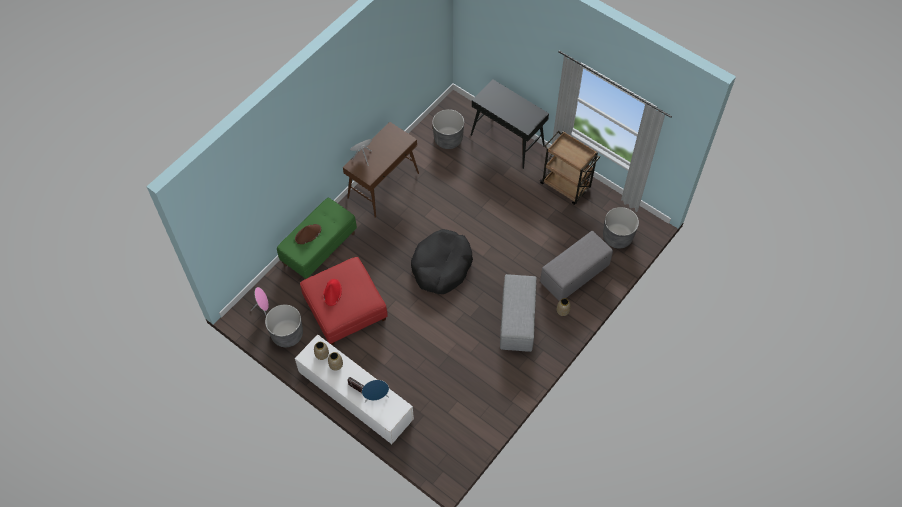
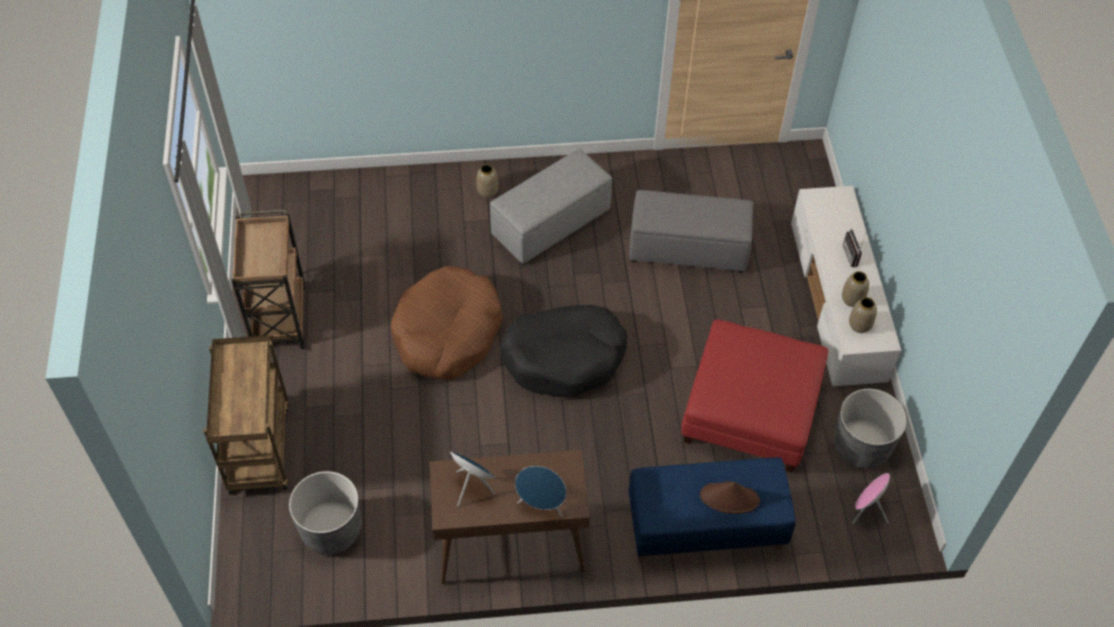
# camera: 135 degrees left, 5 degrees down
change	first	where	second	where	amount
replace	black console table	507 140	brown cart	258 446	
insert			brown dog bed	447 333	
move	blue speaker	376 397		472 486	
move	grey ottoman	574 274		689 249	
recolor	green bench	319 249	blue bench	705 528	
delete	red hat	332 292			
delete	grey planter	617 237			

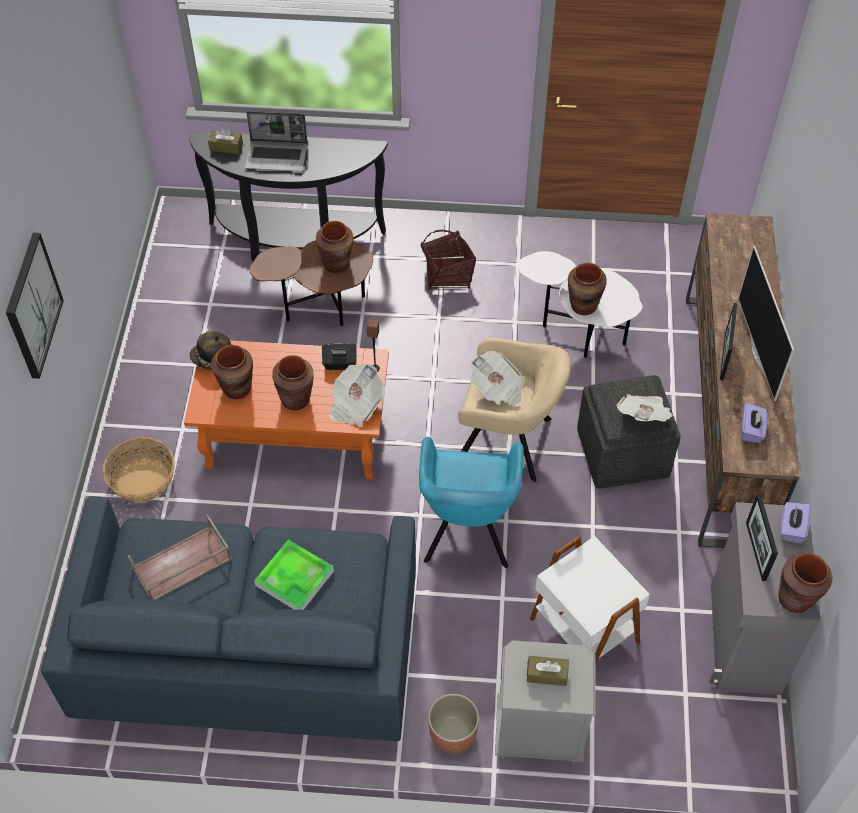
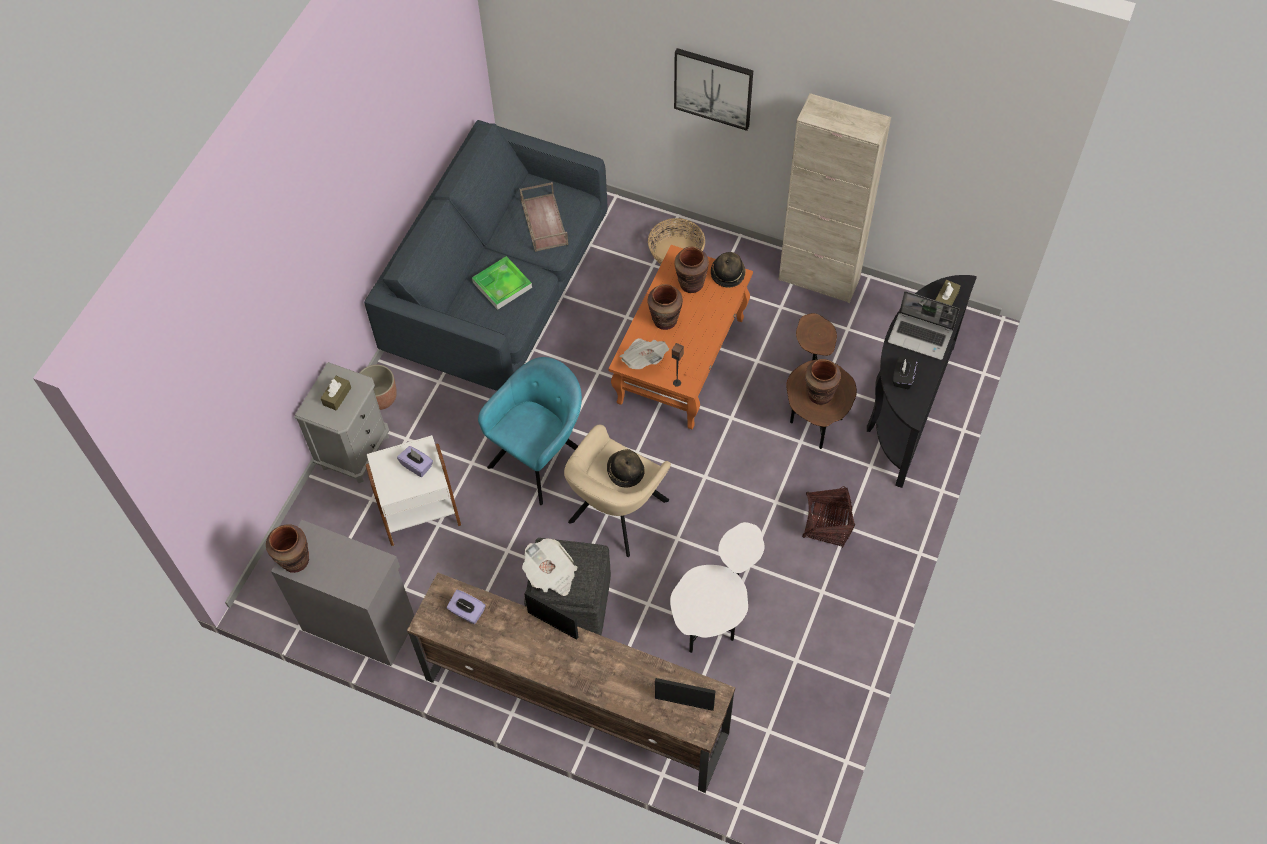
# camera: 110 degrees right, 5 degrees up
change	first	where	second	where	amount
move	purple tissue box	791 529		417 466	
rotate	turquoise armchair	467 531		540 457	105 degrees clockwise
replace	newspaper	498 389	hat	625 471	
move	picture frame	755 551		684 703	
insert			beige cabinet	819 279	
rotate	laptop	277 156		921 336	90 degrees counterclockwise
move	black tissue box	340 363		903 378	
delete	brown vase	583 306			
delete	television	759 354			

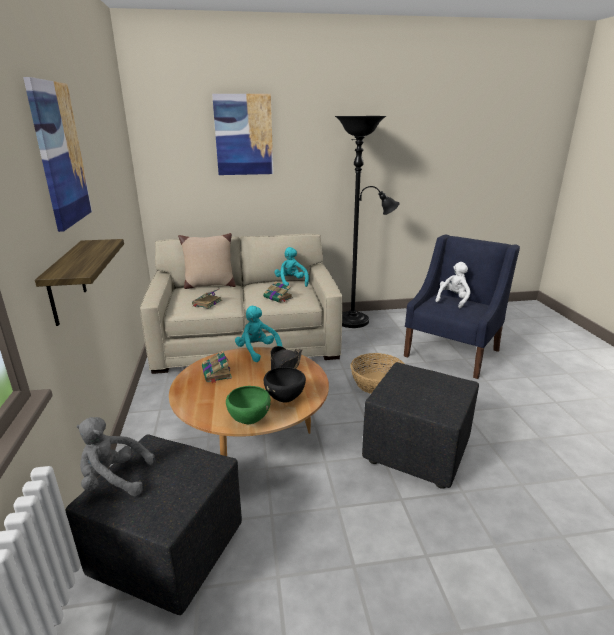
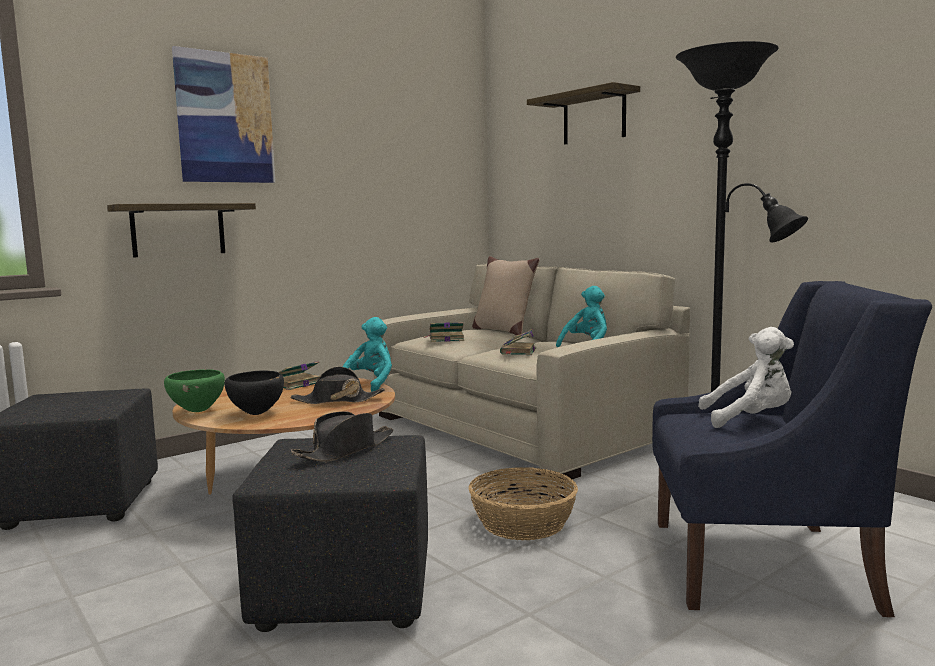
# camera: 60 degrees right, 15 degrees down
change	first	where	second	where	amount
insert			black hat	345 450	
replace	picture	243 135	shelf	594 117	
delete	grey plush toy	114 480			

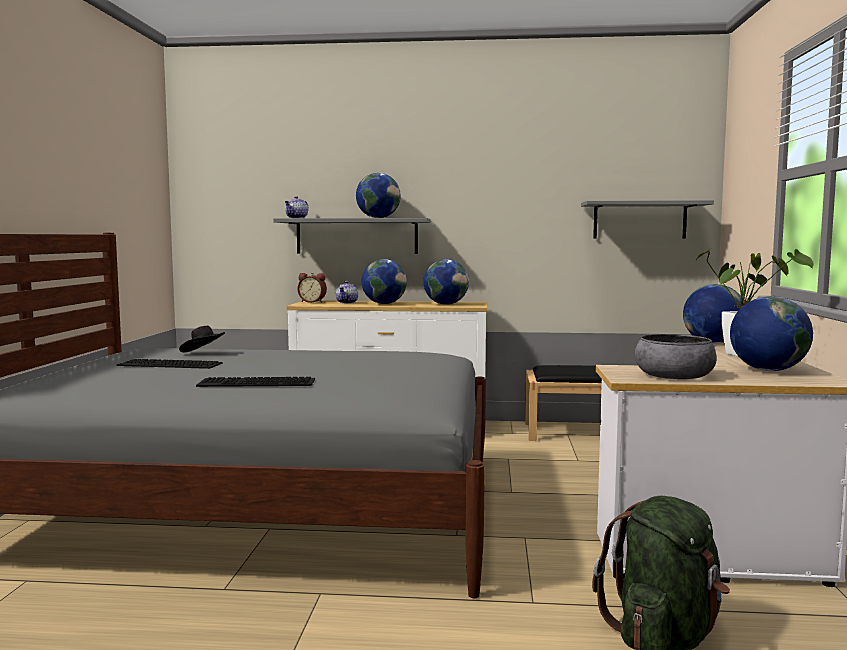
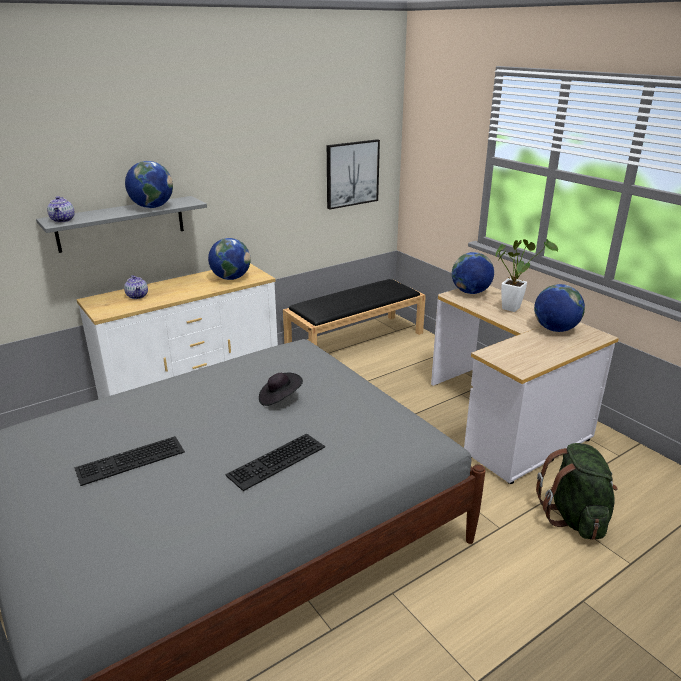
# camera: 40 degrees left, 20 degrees up
change	first	where	second	where	amount
move	black hat	203 353		279 398	
replace	grey shelf	639 220	picture	352 173	
delete	alarm clock	313 302			
delete	globe	384 303			
delete	grey bowl	673 375			

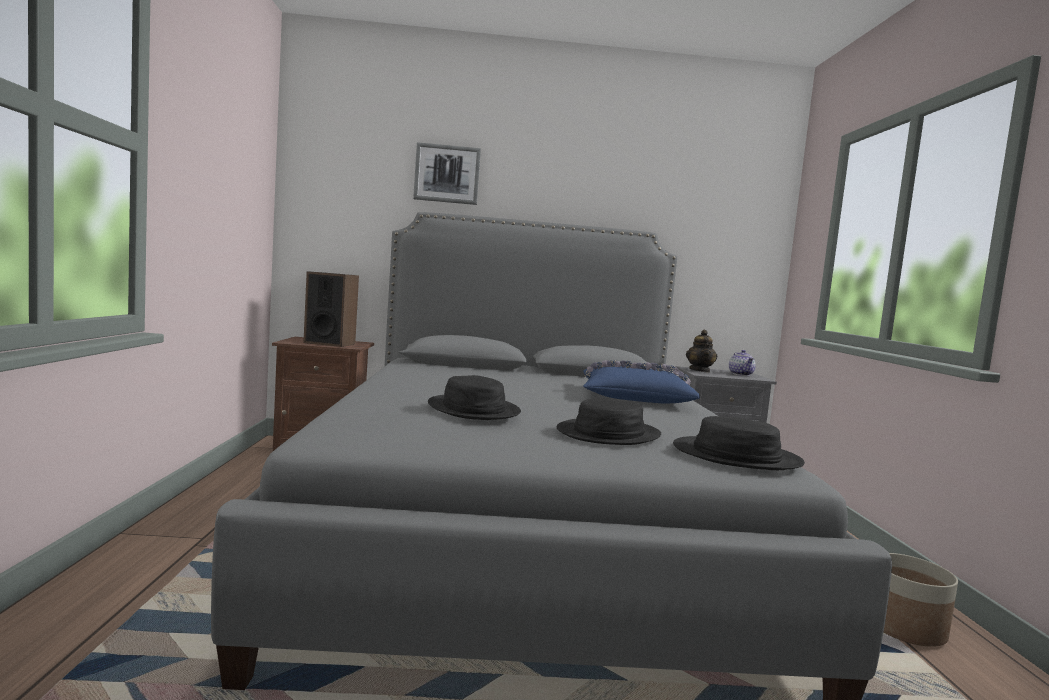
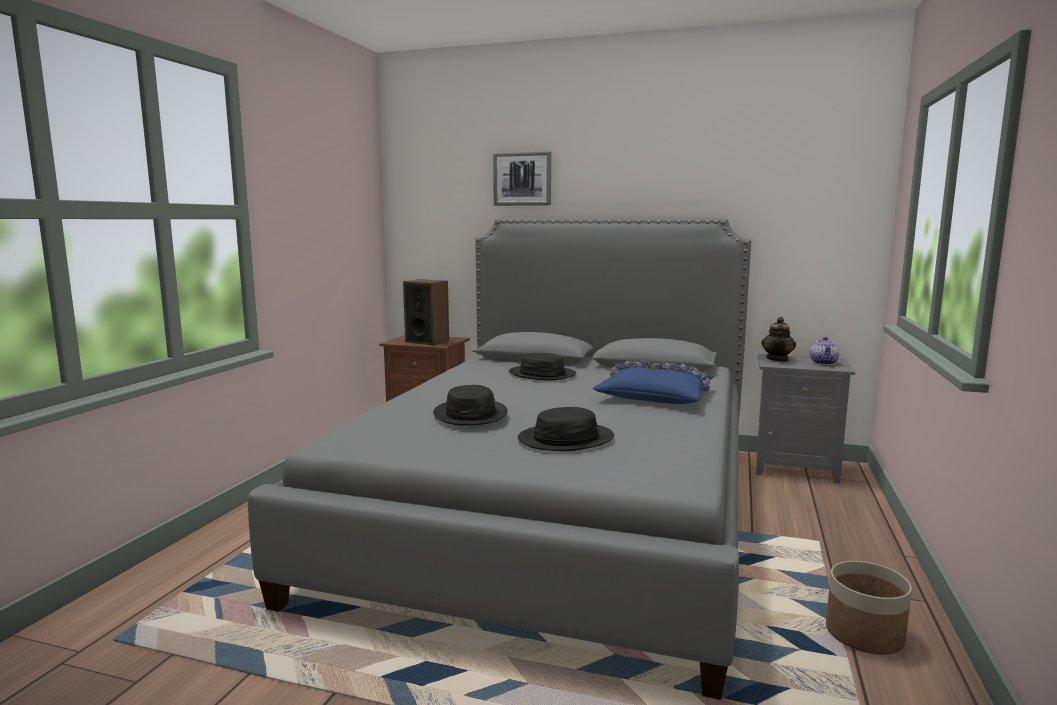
# camera: 20 degrees right, 5 degrees up
change	first	where	second	where	amount
move	black hat	736 456		542 374	

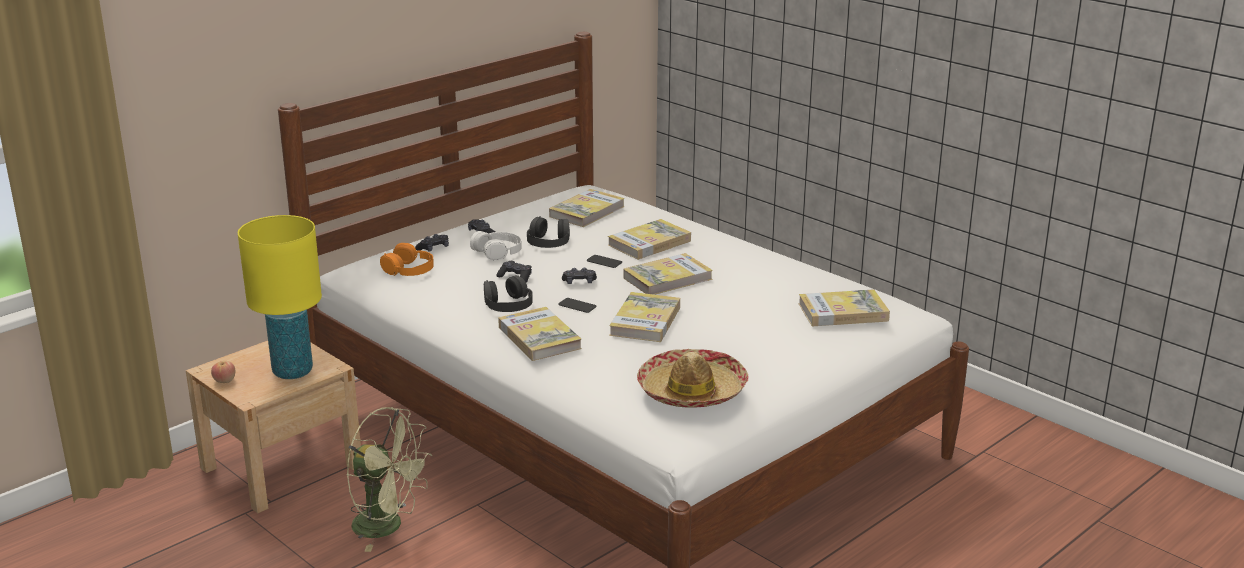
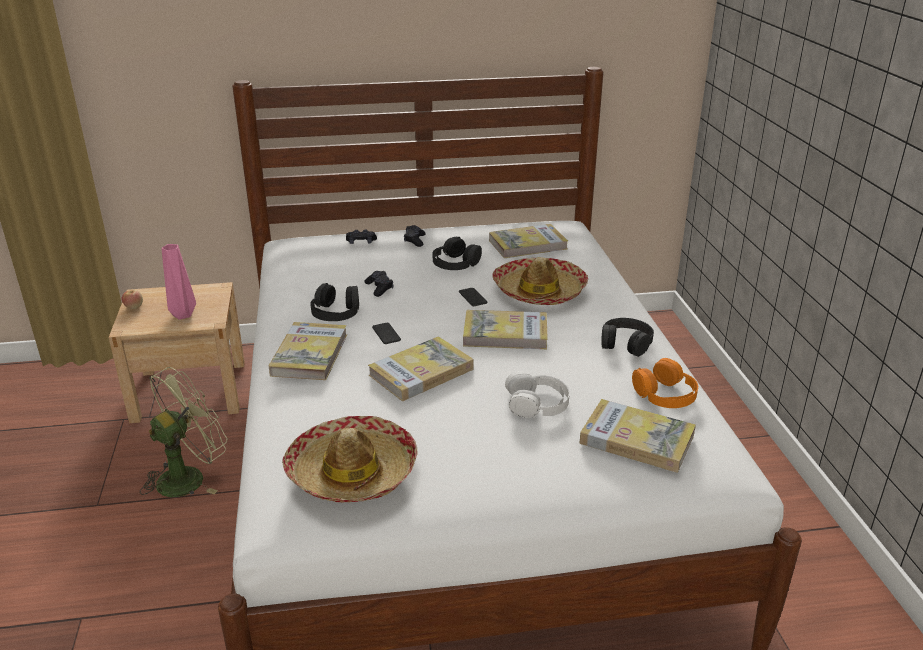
# camera: 35 degrees right, 5 degrees up
change	first	where	second	where	amount
rotate	green fan	388 526		189 476	105 degrees counterclockwise
replace	yellow table lamp	292 371	pink vase	183 315	
replace	book	649 243	hat	539 291	
move	white headphones	498 251		537 403	
insert			black headphones	625 343	
move	orange headphones	409 269		665 394	
delete	black game controller	579 282			

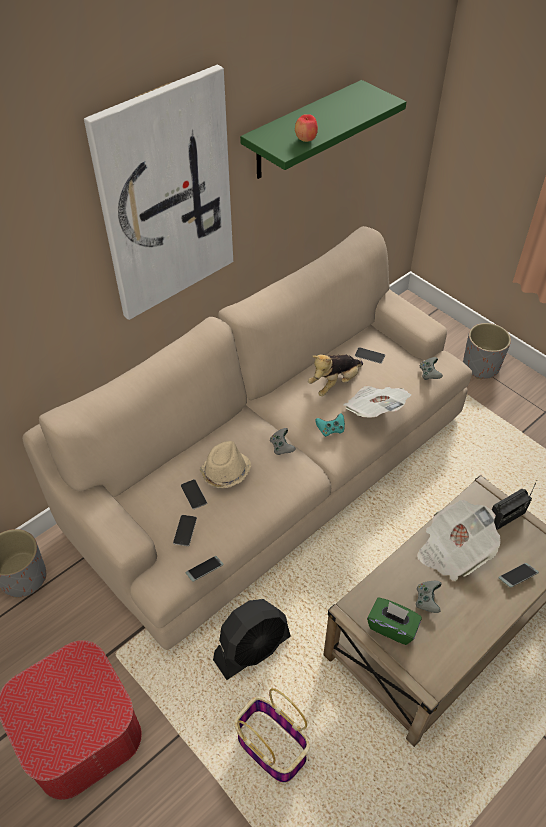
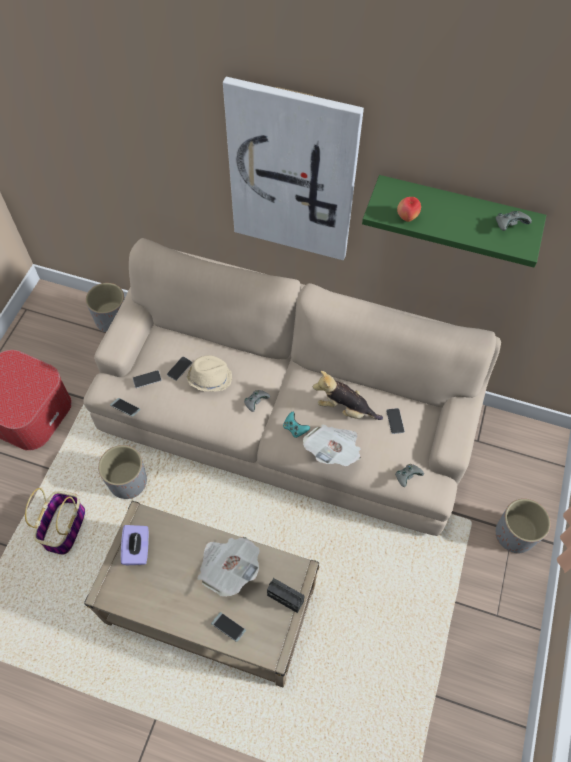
# camera: 60 degrees right, 10 degrees up
change	first	where	second	where	amount
replace	black fan	252 649	grey planter	128 481	
recolor	green tissue box	392 627	purple tissue box	137 549	
move	grey game controller	427 600		509 226	

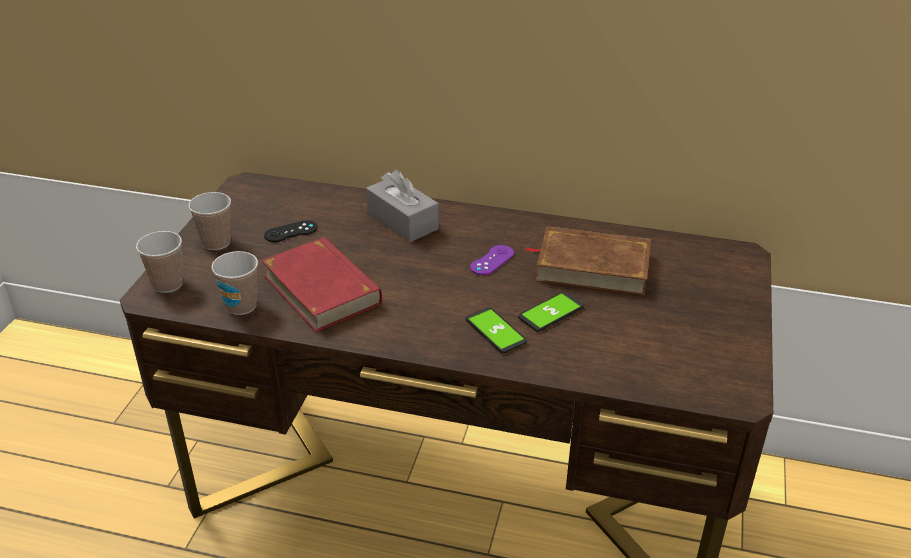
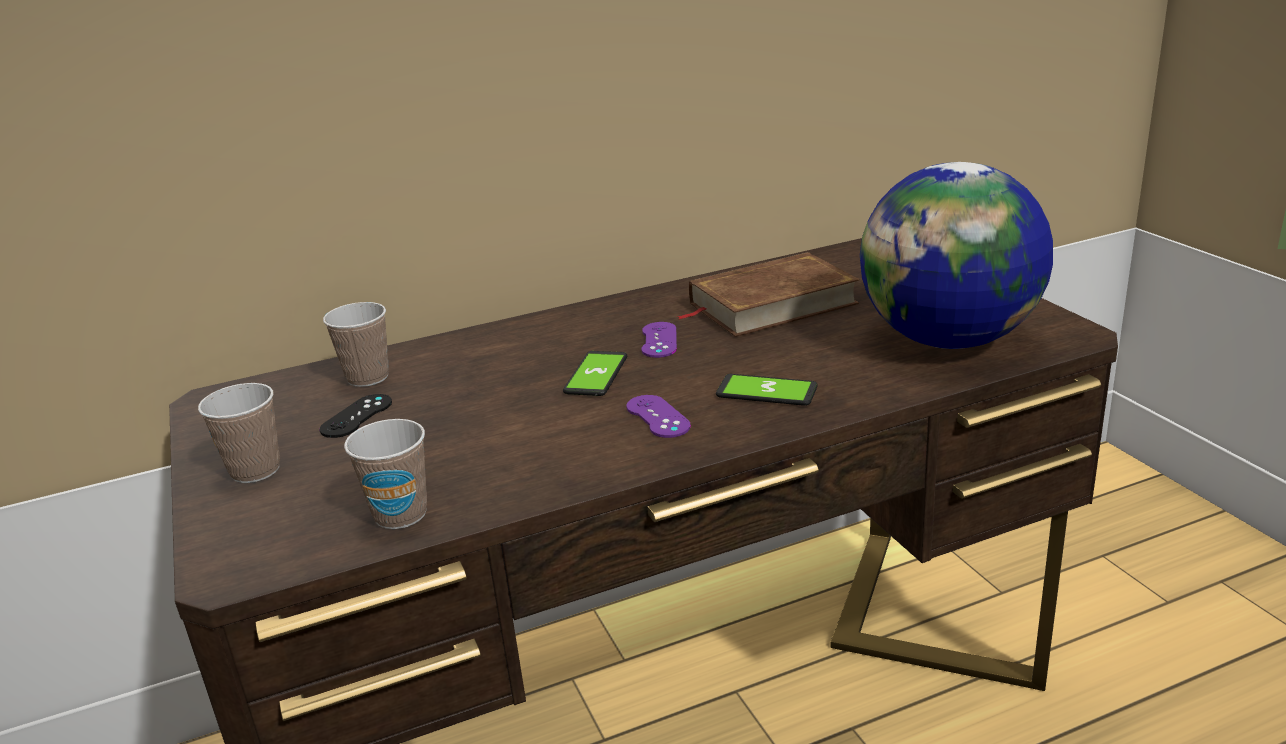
# camera: 35 degrees left, 10 degrees down
change	first	where	second	where	amount
move	cup	168 284		368 378	
move	phone	551 312		596 375	
insert			purple game controller	657 417	
insert			globe	950 340	
delete	red book	322 289			
delete	grey tissue box	402 221			

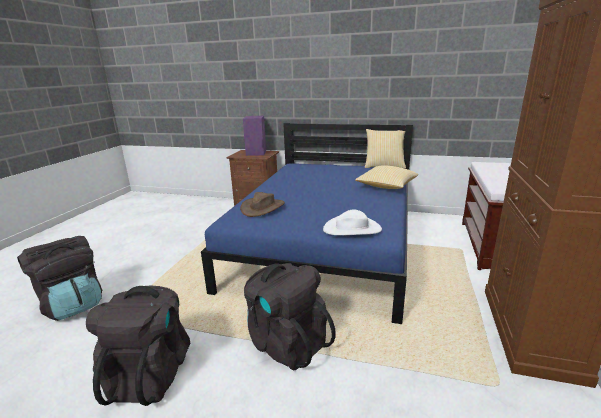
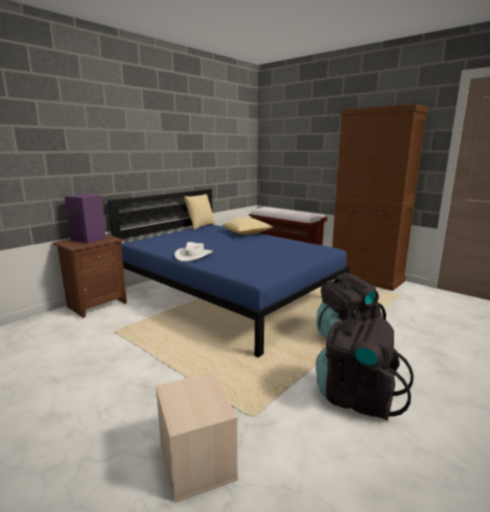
# camera: 65 degrees left, 5 degrees down
change	first	where	second	where	amount
replace	black backpack	73 304	beige storage box	195 460	
move	white hat	352 229		193 255	
delete	brown hat	262 208			

